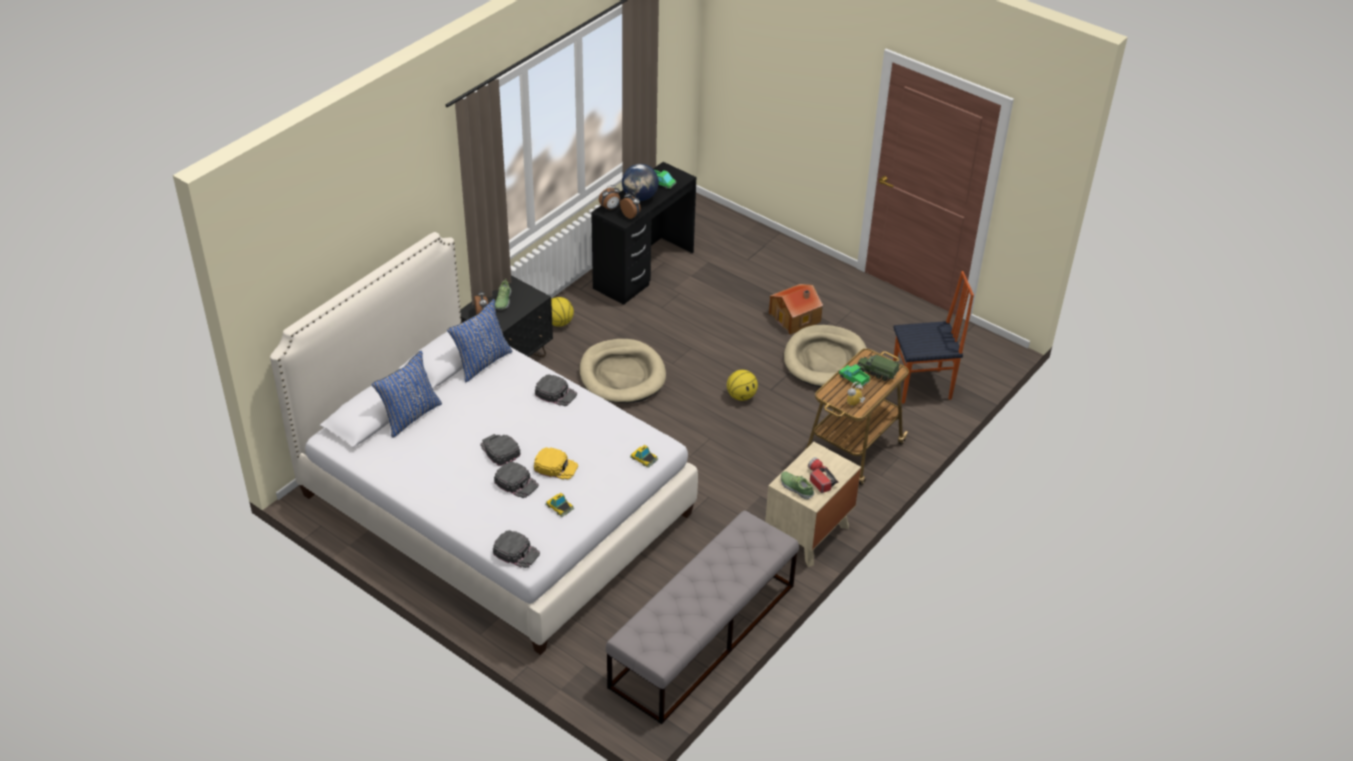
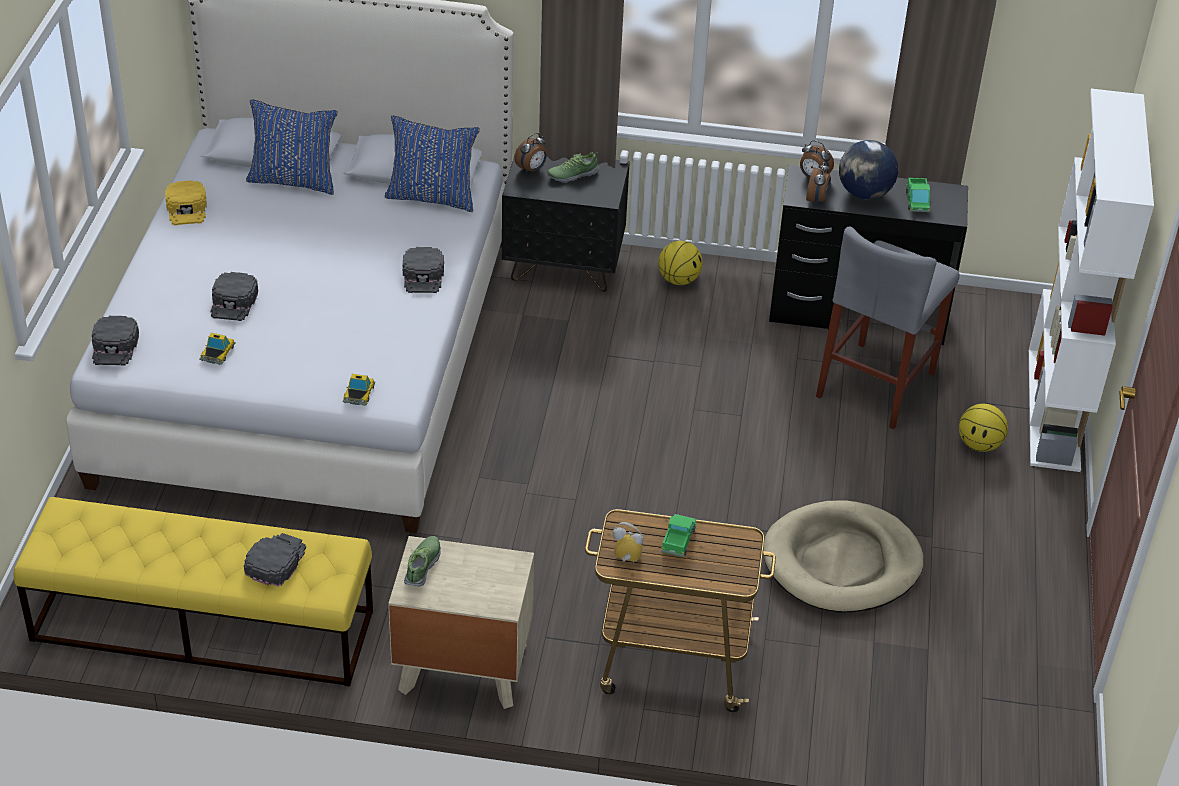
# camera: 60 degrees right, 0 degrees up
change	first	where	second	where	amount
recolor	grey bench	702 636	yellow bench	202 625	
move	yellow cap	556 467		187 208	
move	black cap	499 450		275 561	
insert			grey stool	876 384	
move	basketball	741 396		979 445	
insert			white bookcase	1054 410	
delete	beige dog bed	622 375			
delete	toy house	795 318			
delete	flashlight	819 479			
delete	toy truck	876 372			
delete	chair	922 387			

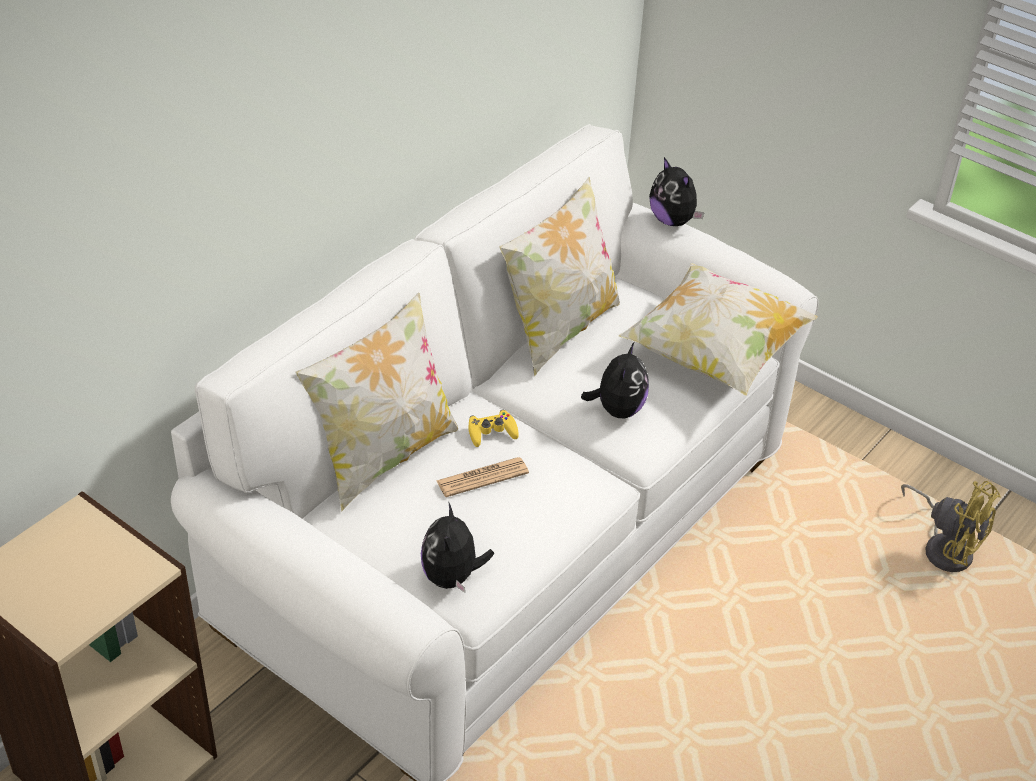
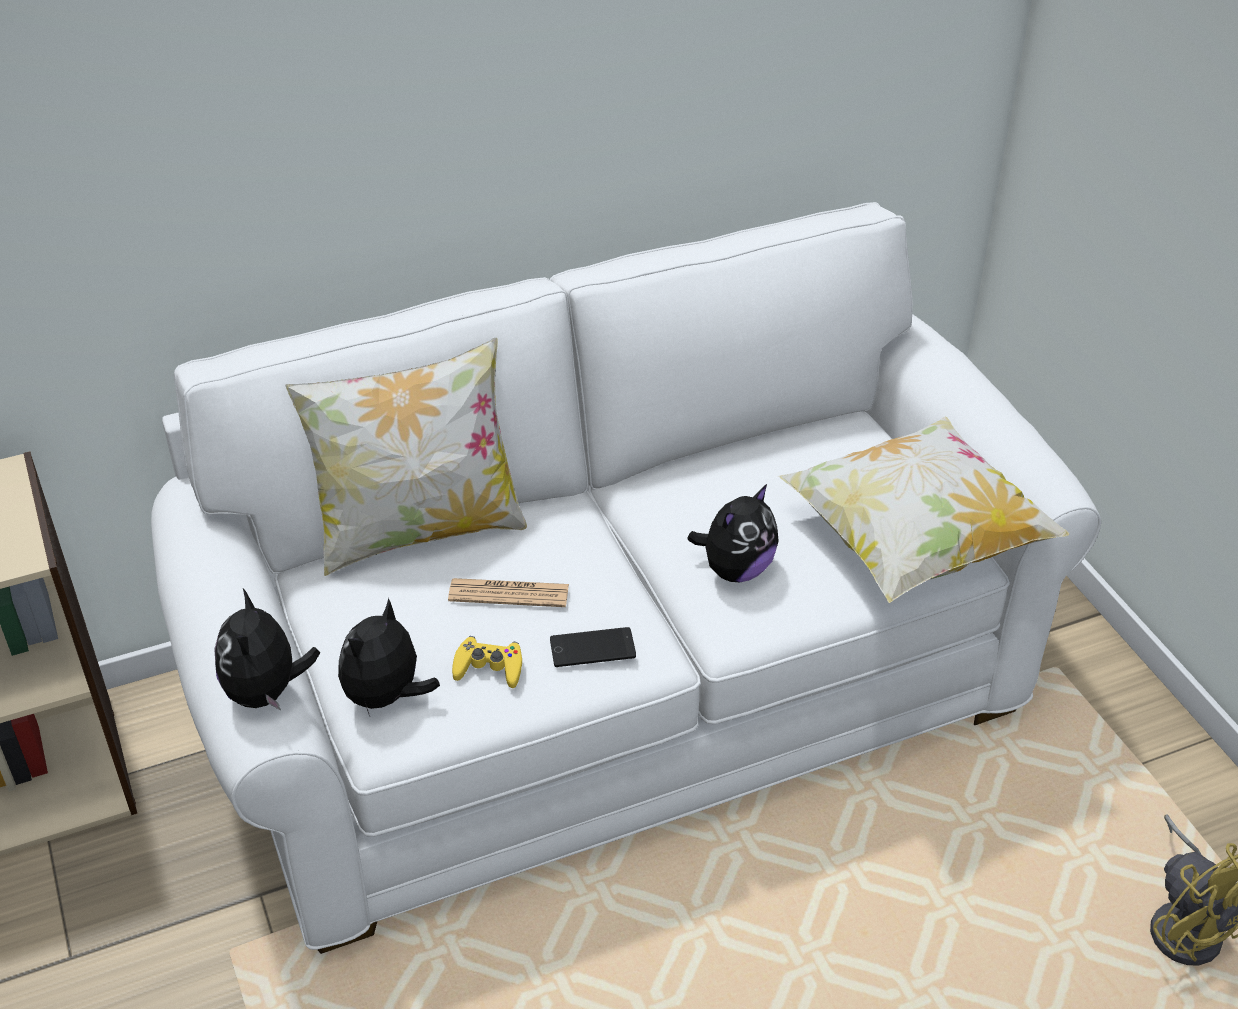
# camera: 30 degrees right, 0 degrees up
change	first	where	second	where	amount
move	plush toy	673 221		267 692	
move	yellow game controller	491 432		489 667	
insert			phone	592 648	
delete	pillow	559 329			

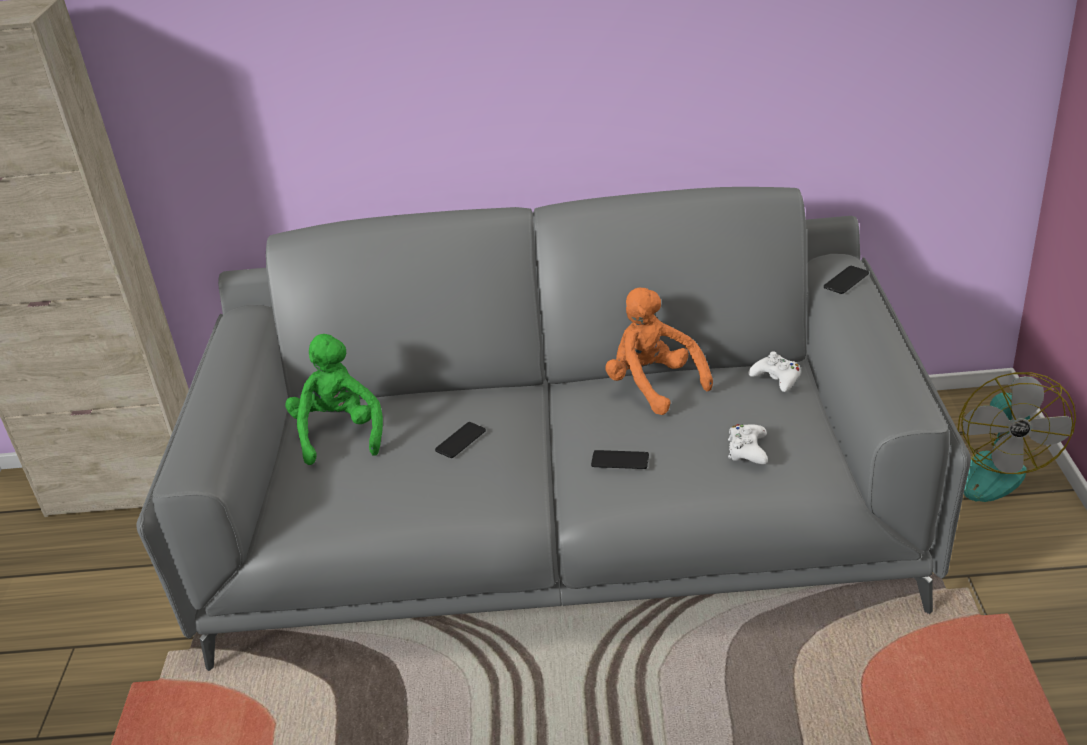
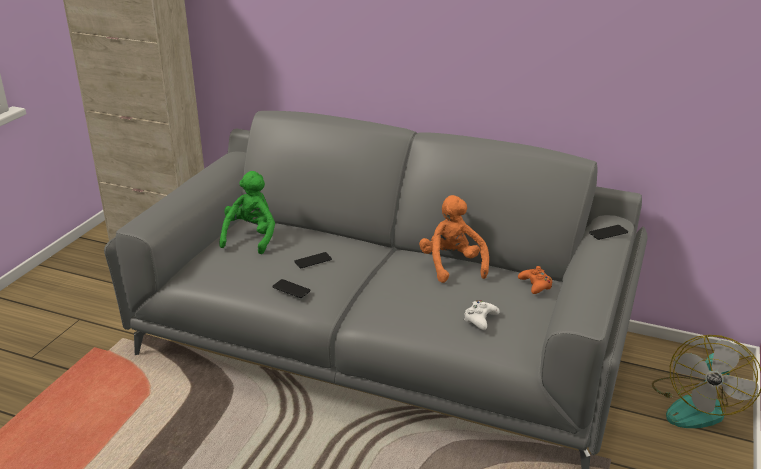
# camera: 20 degrees right, 5 degrees down
change	first	where	second	where	amount
move	phone	620 460		291 289	
recolor	white game controller	777 378	orange game controller	535 285	

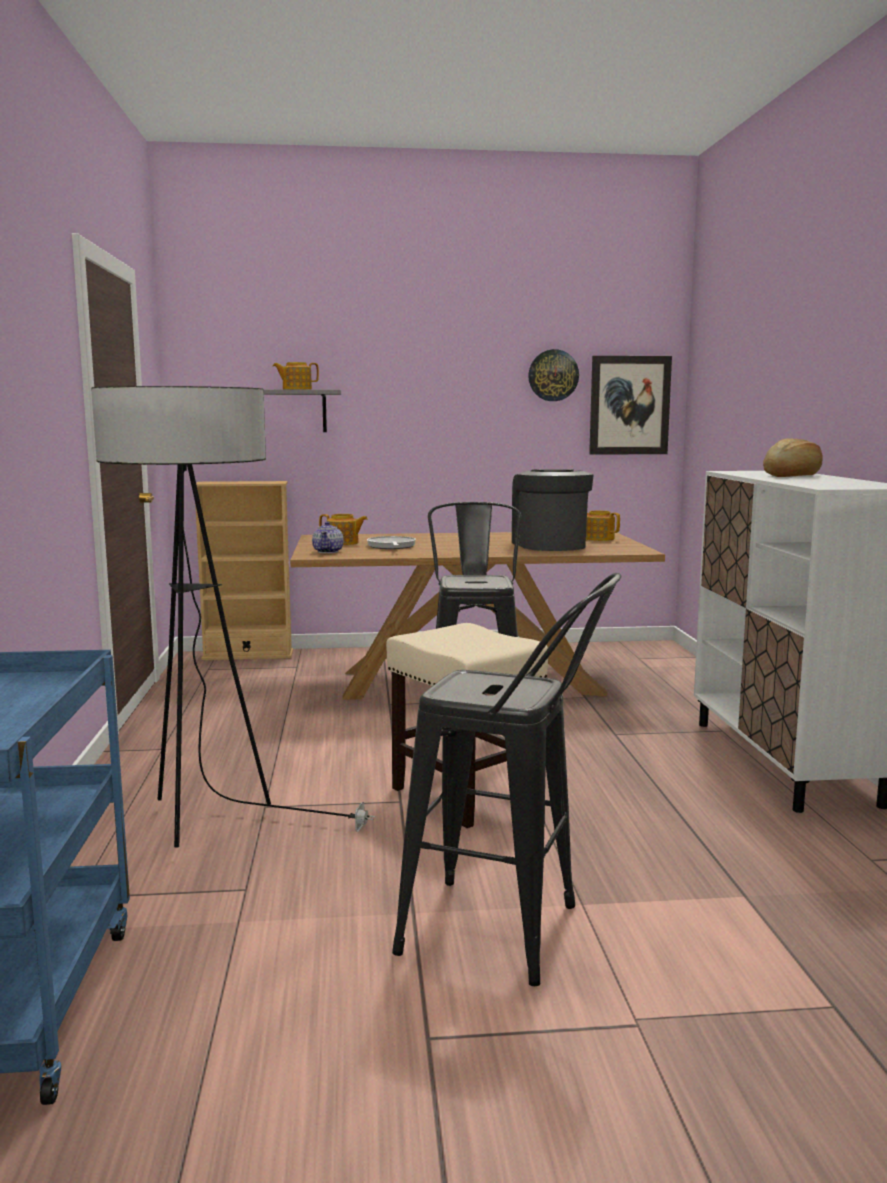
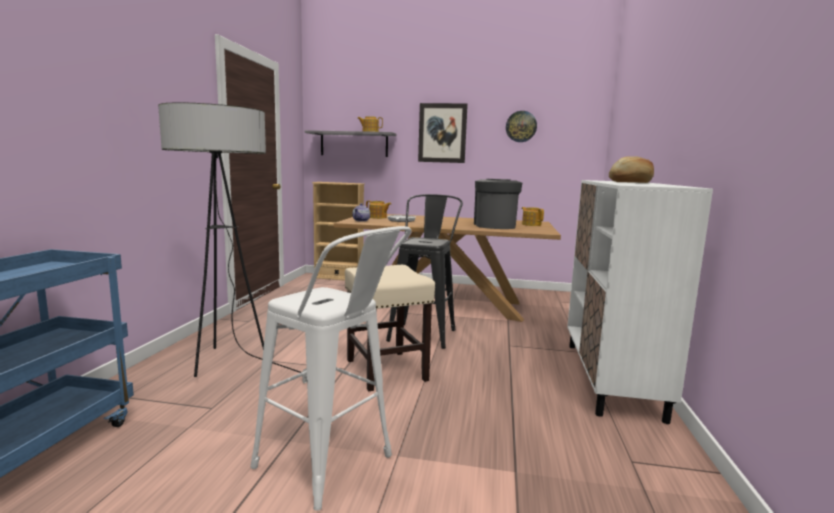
# camera: 15 degrees right, 0 degrees up
change	first	where	second	where	amount
recolor	black stool	509 934	white stool	333 468	
move	picture	629 405		442 133	

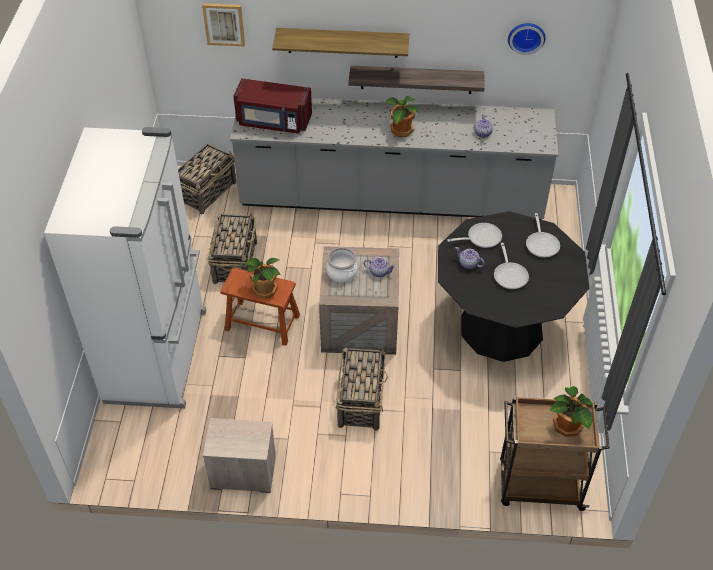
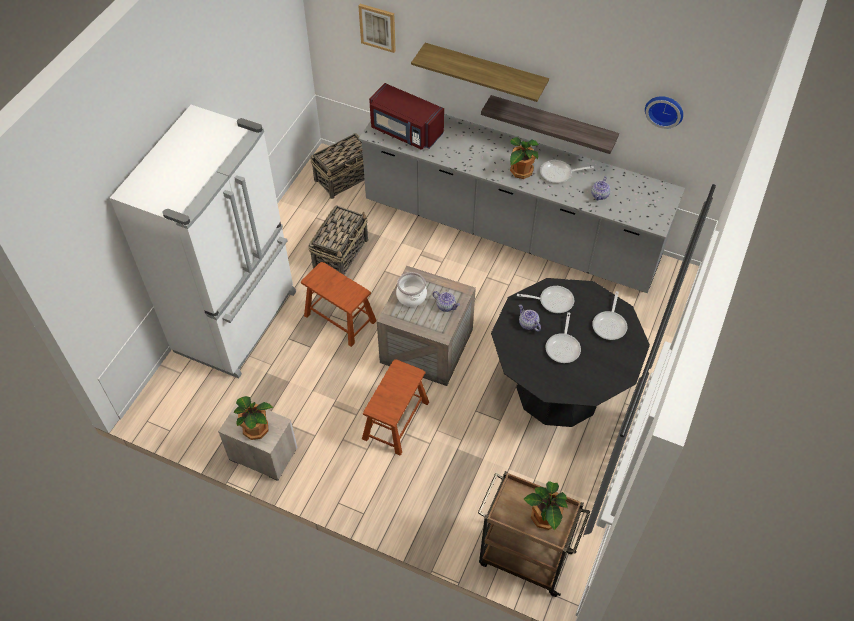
# camera: 20 degrees right, 5 degrees up
change	first	where	second	where	amount
move	potted plant	264 289		256 428	
replace	basket	361 400	brown stool	395 420	
insert			frying pan	559 174	

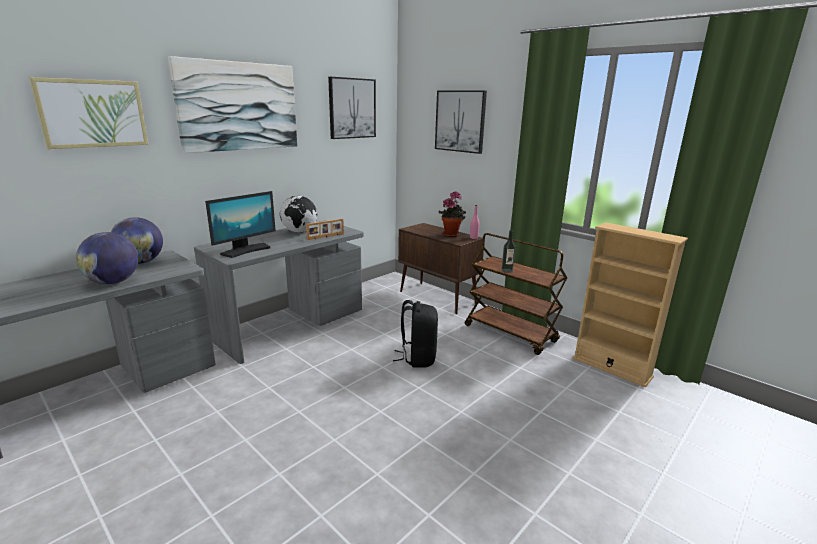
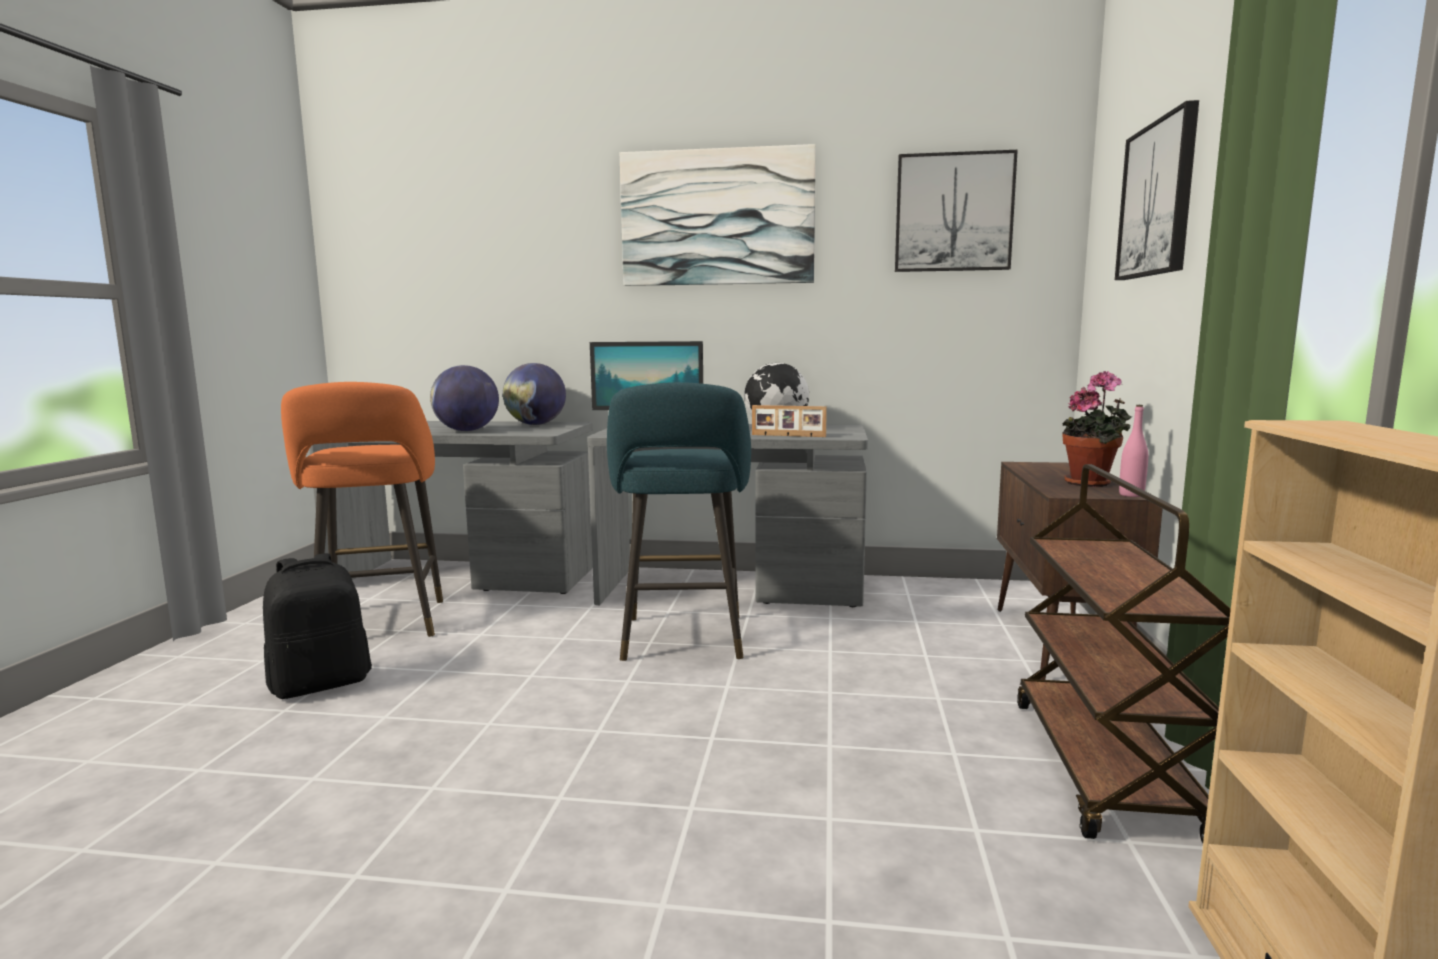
# camera: 55 degrees right, 10 degrees down
change	first	where	second	where	amount
move	black backpack	417 358		321 684	
insert			orange stool	379 626	
insert			turquoise stool	682 641	
delete	picture	93 113			
delete	bottle	507 270			

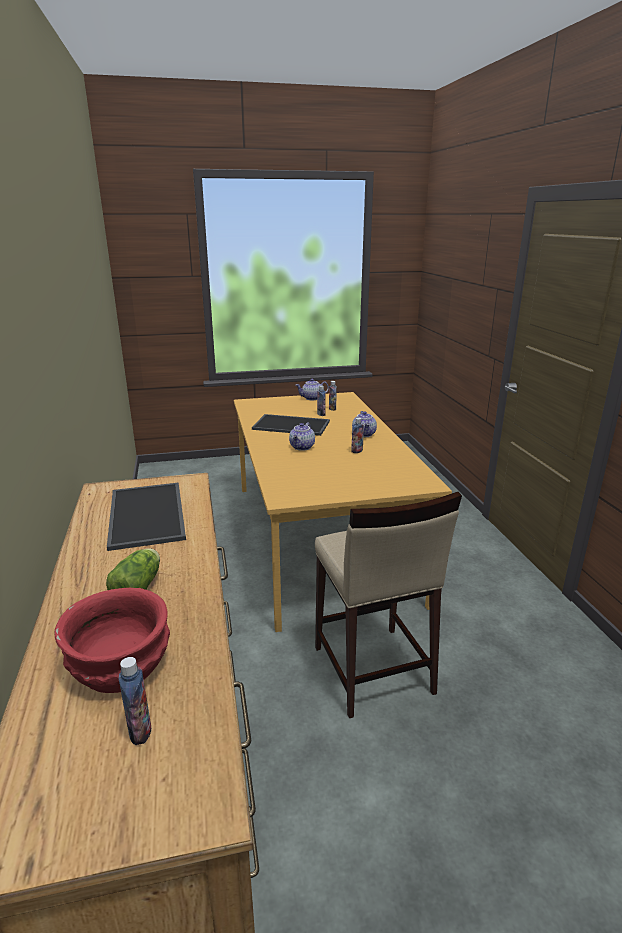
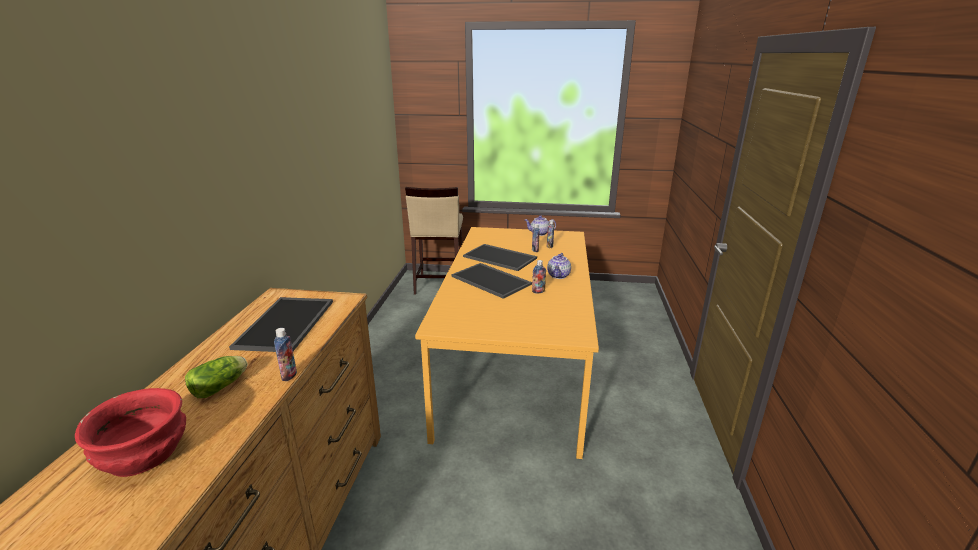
# camera: 20 degrees right, 0 degrees up
change	first	where	second	where	amount
move	bottle	140 731		289 375	
move	beige stool	372 671		438 284	
replace	teapot	302 447	tray	492 280	

